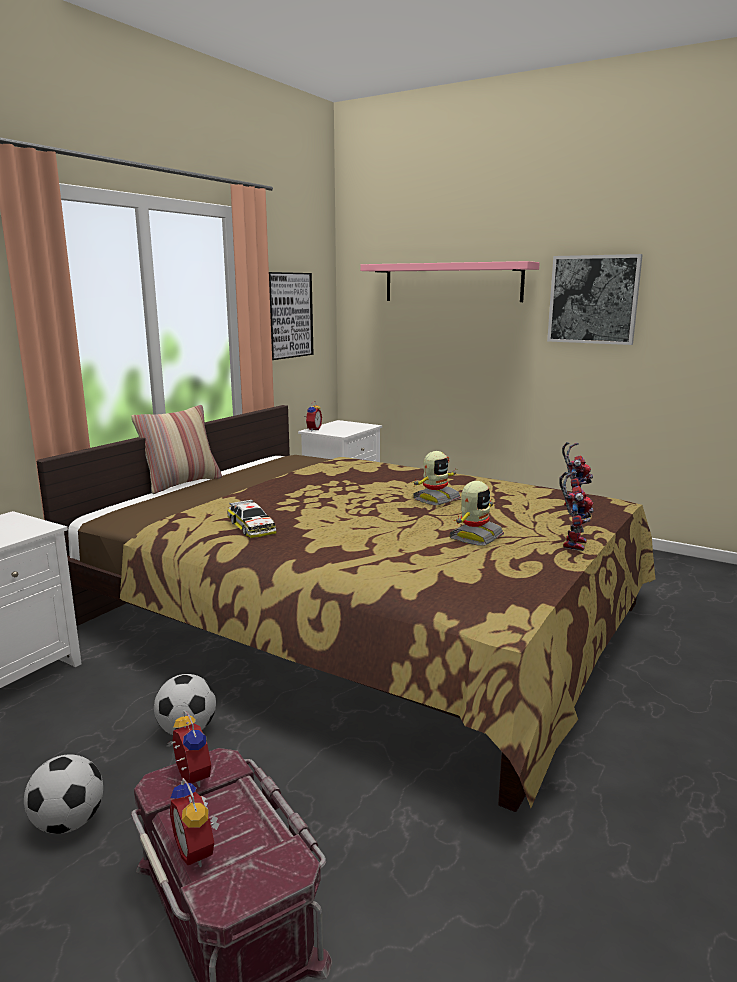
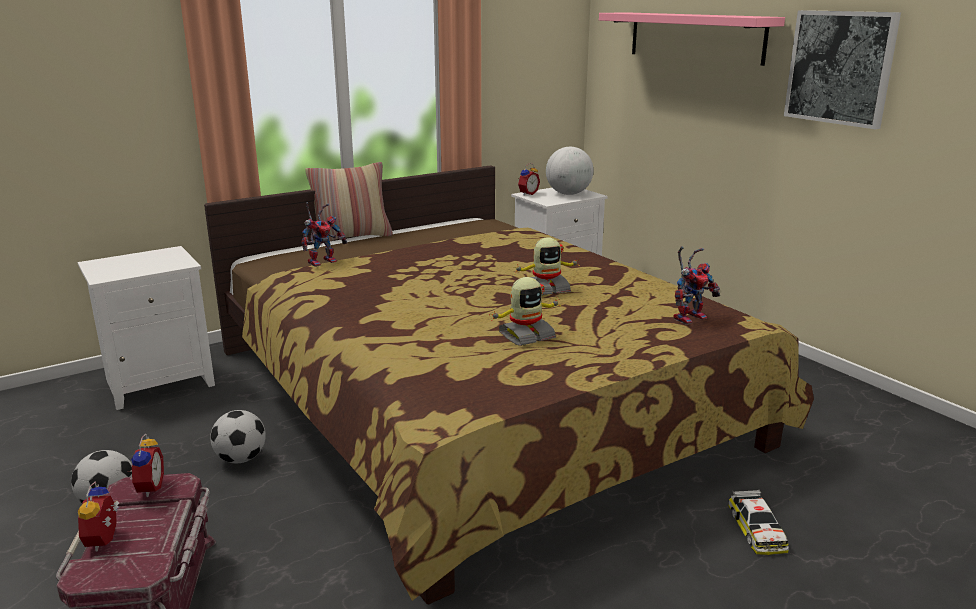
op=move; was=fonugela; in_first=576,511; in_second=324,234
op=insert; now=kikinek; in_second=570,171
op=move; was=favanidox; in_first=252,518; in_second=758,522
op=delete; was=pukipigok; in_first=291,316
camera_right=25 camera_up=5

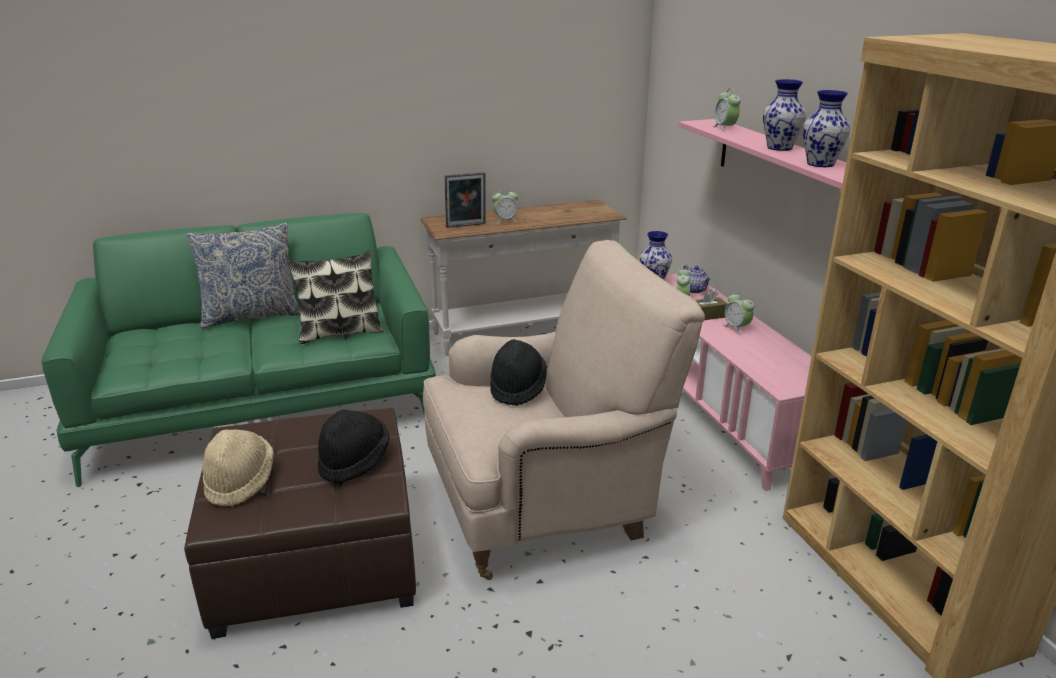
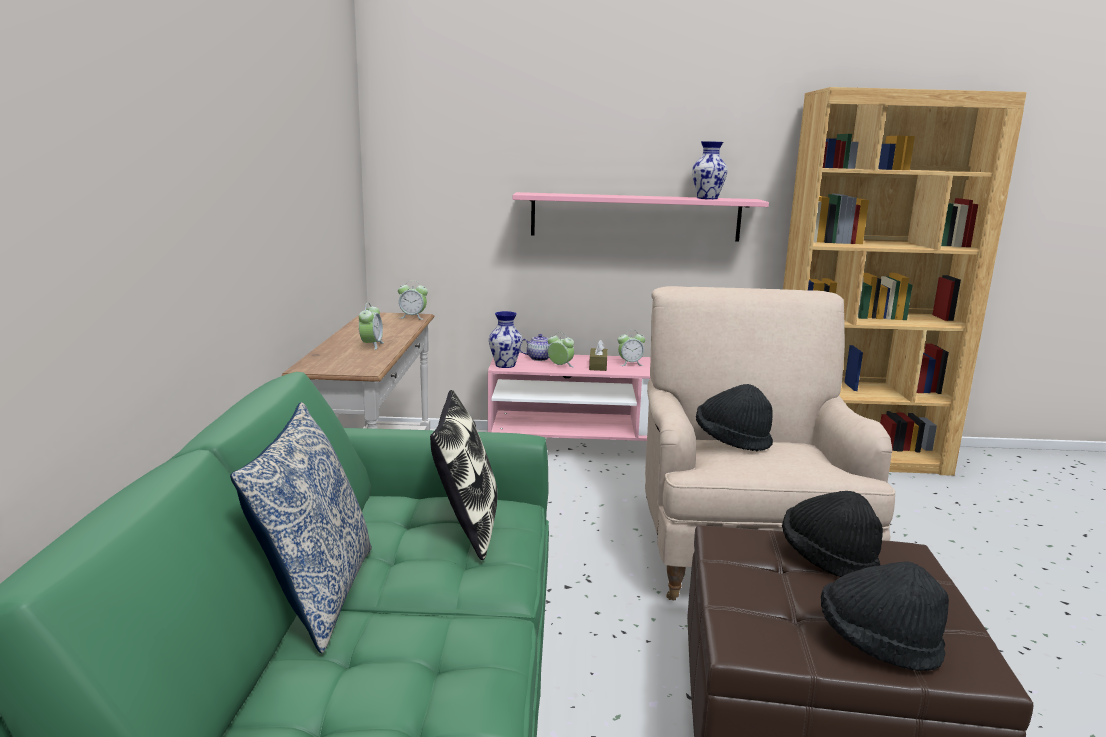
op=move; was=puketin; in_first=727,109; in_second=413,300
op=recolor; was=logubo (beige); now=logubo (black); in_first=238,468; in_second=885,616
op=delete; was=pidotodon; in_first=465,200
op=delete; was=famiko; in_first=784,115
camera_right=-70 camera_up=-10

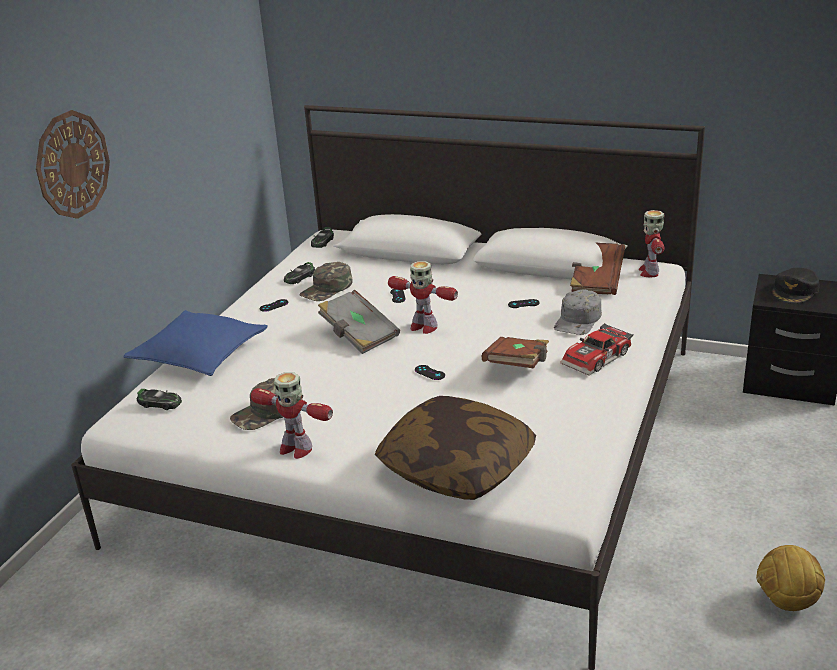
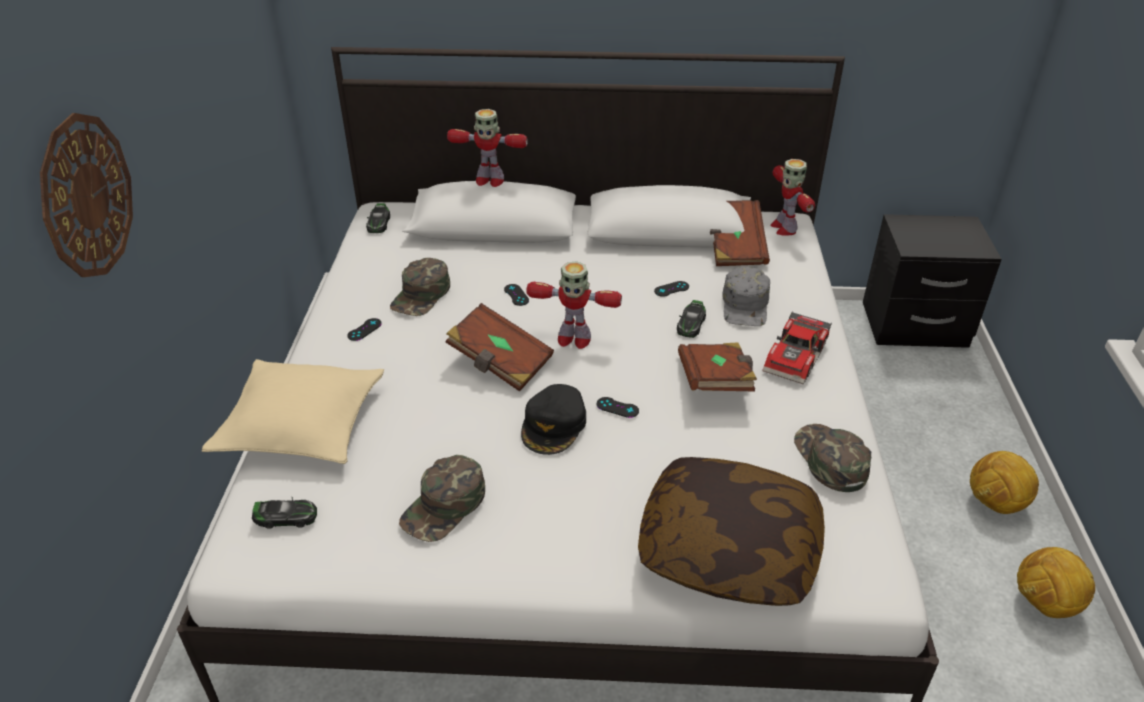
op=recolor; was=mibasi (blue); now=mibasi (beige); in_first=195,343; in_second=293,411
op=recolor; was=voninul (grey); now=voninul (brown); in_first=359,322; in_second=499,347
op=move; was=fonugela; in_first=292,415; in_second=487,148
op=move; was=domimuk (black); in_first=796,286; in_second=553,419
op=move; was=favanidox; in_first=299,273; in_second=691,319
op=insert; now=domimuk (green); in_second=832,458
op=insert; now=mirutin; in_second=1004,482
camera_right=-20 camera_up=10

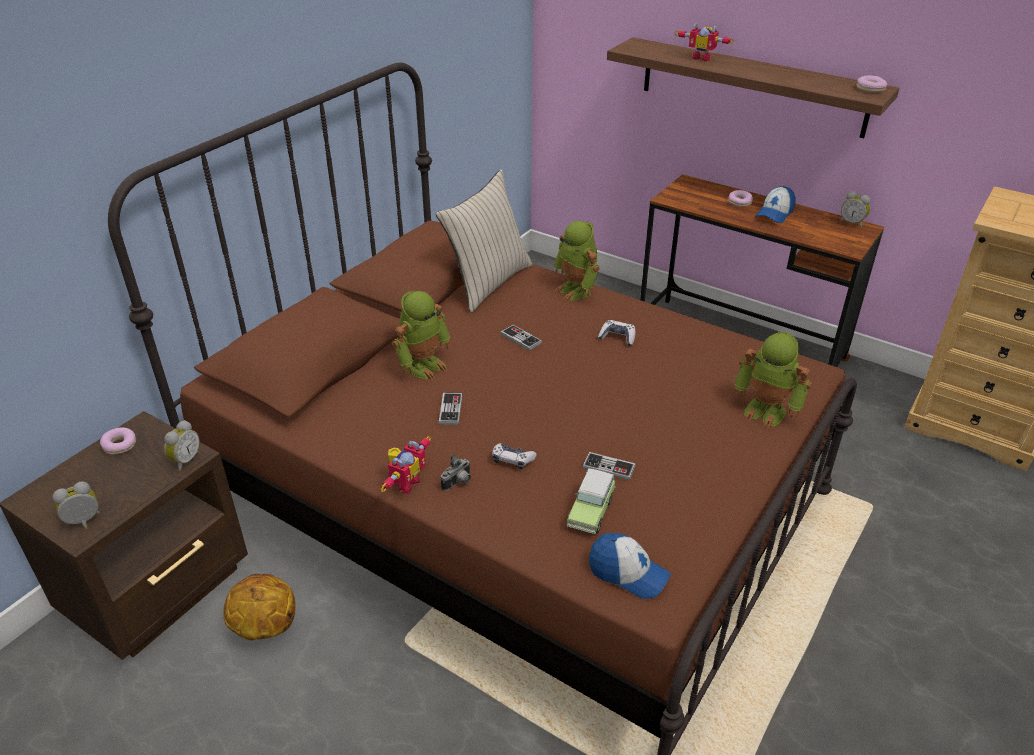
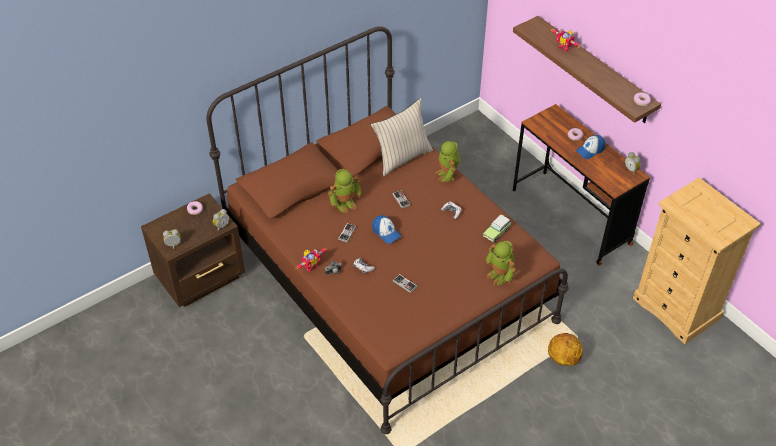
op=move; was=domimuk; in_first=630,566; in_second=387,229
op=move; was=favanidox; in_first=591,501; in_second=497,228
op=move; was=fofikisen; in_first=259,607; in_second=565,349
camera_right=20 camera_up=10

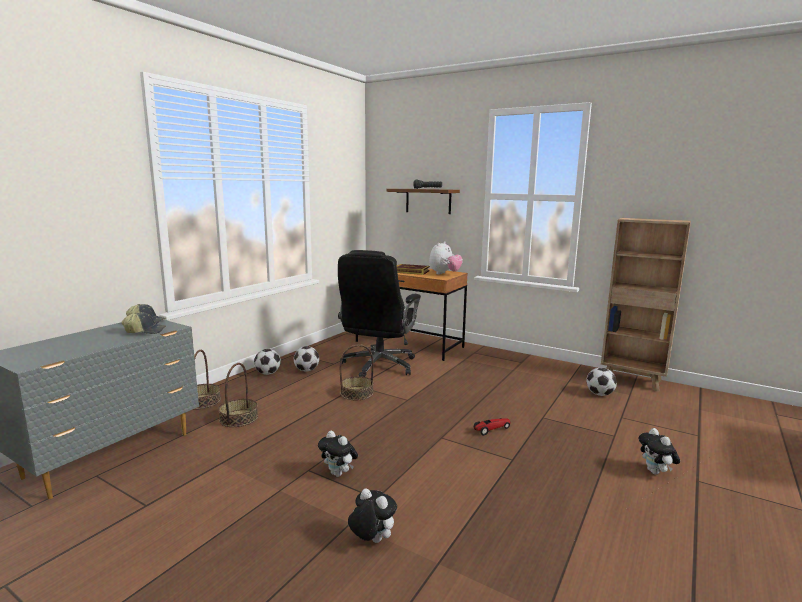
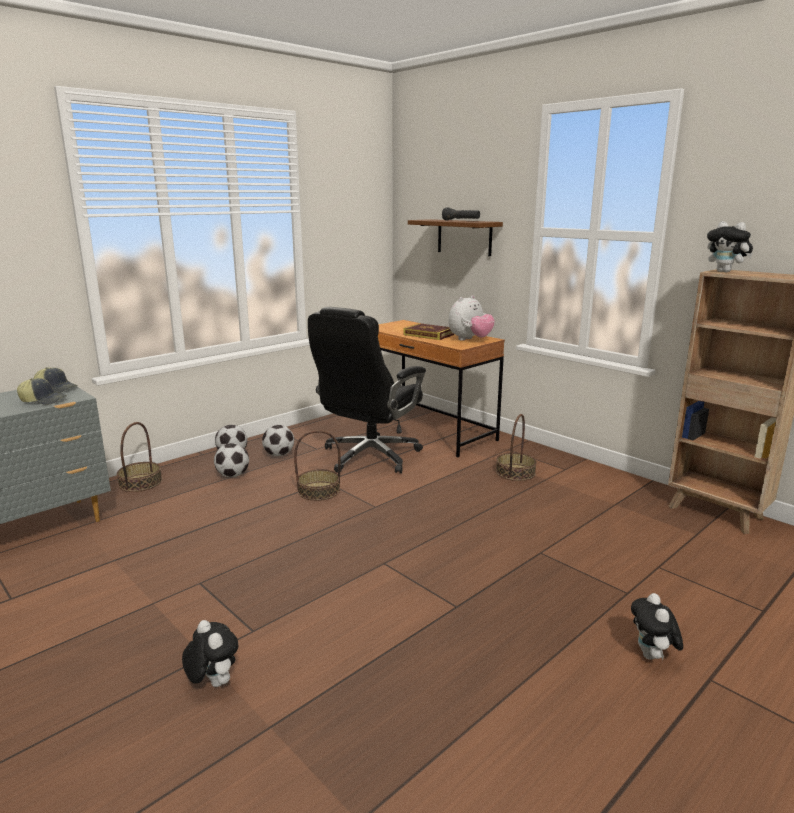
op=move; was=mirutin; in_first=602,382; in_second=231,460
op=move; was=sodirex; in_first=238,395; in_second=516,447
op=move; was=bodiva; in_first=338,454; in_second=730,246
op=delete; was=favanidox; in_first=492,427
camera_right=15 camera_up=5

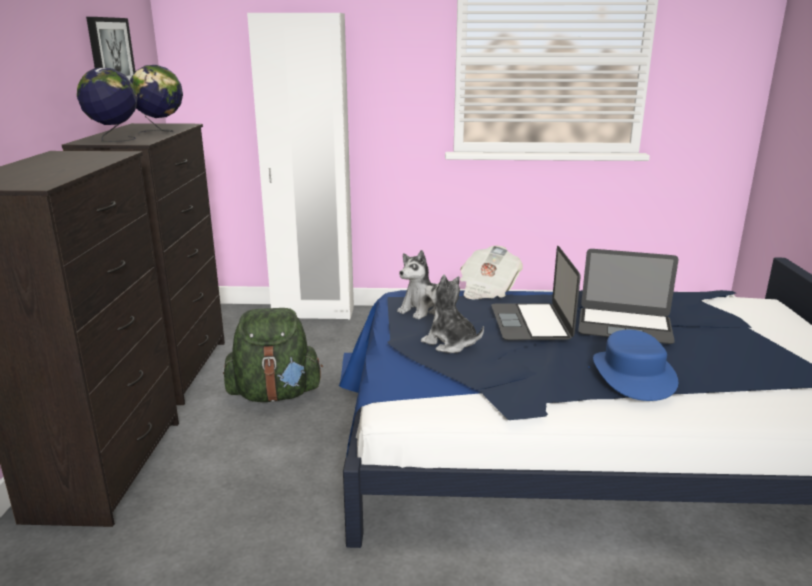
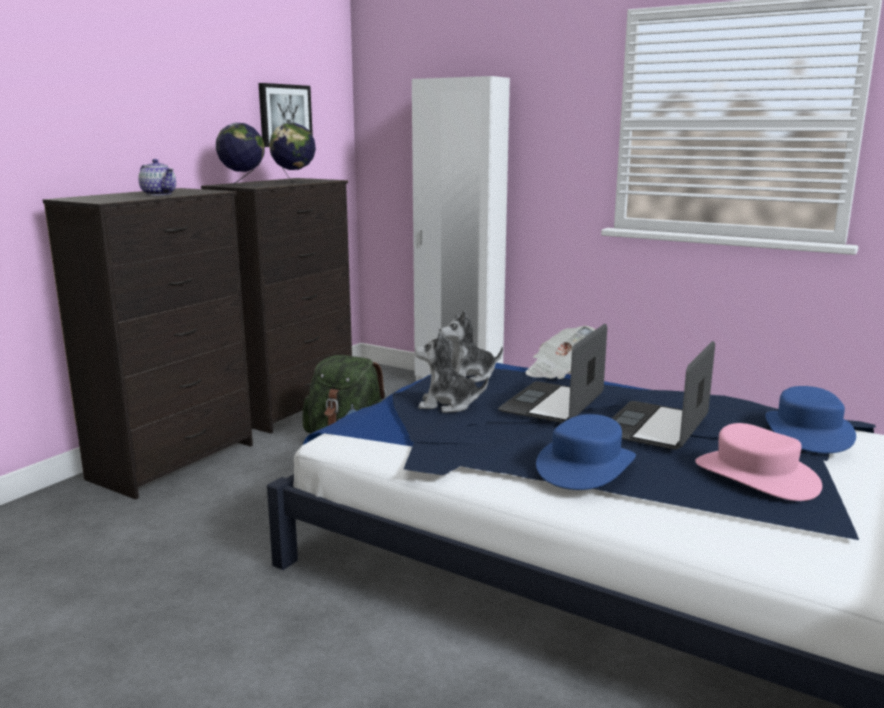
op=insert; now=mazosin; in_second=157,177
op=rotate; was=bodiva; in_first=452,313; in_second=452,372; clockwise=-60
op=rotate; was=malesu; in_first=628,296; in_second=663,395; clockwise=75
op=insert; now=logubo (pink); in_second=758,462
op=insert; now=logubo (blue); in_second=810,419
camera_right=30 camera_up=-5

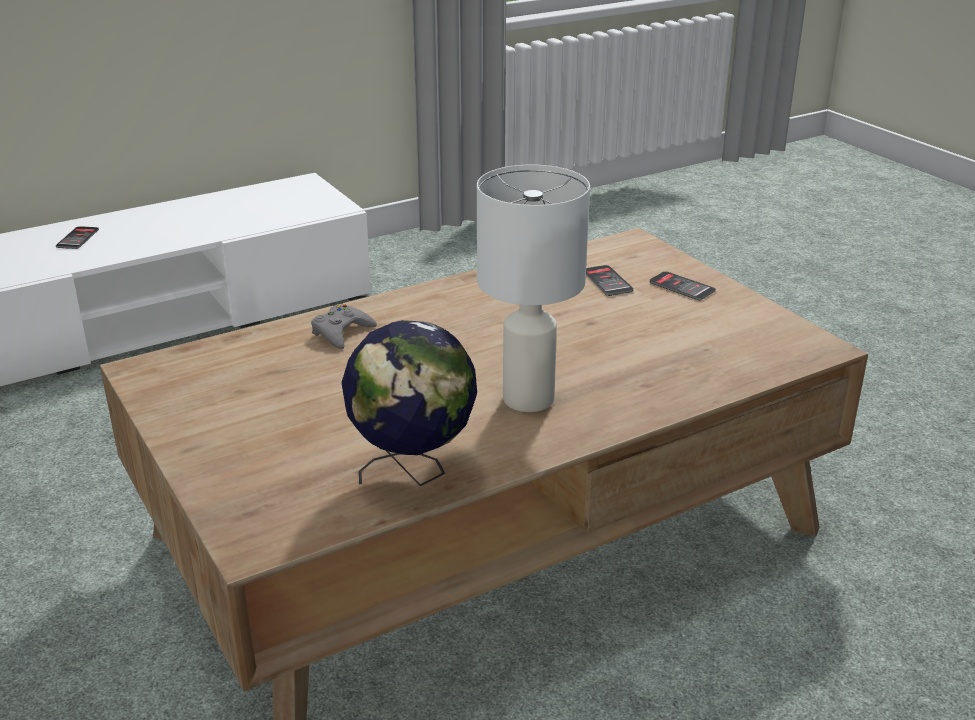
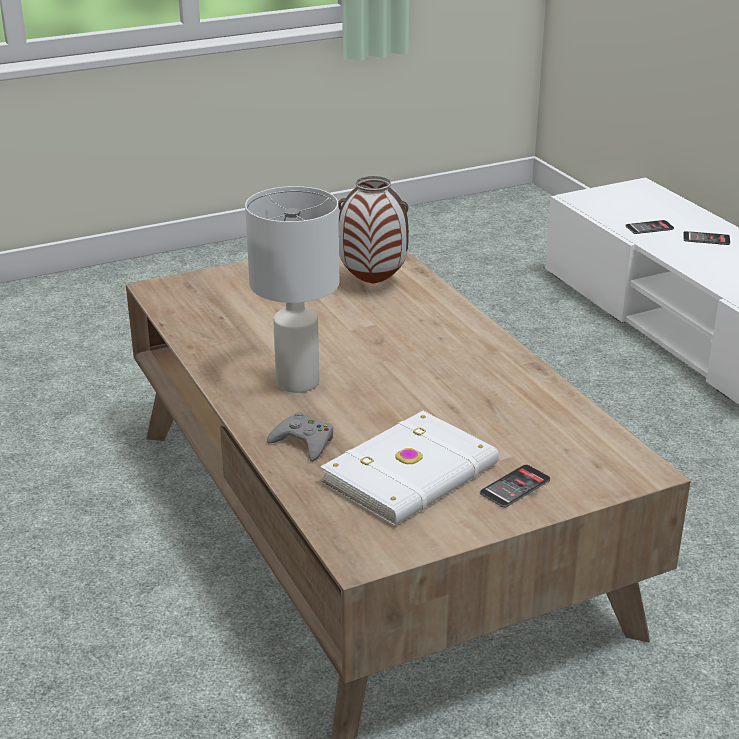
op=move; was=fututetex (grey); in_first=344,327; in_second=300,437
op=insert; now=voninul (white); in_second=409,468
op=insert; now=famiko; in_second=373,230
op=move; was=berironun; in_first=610,280; in_second=650,227
op=delete; was=kikinek; in_first=409,403
camera_right=95 camera_up=0

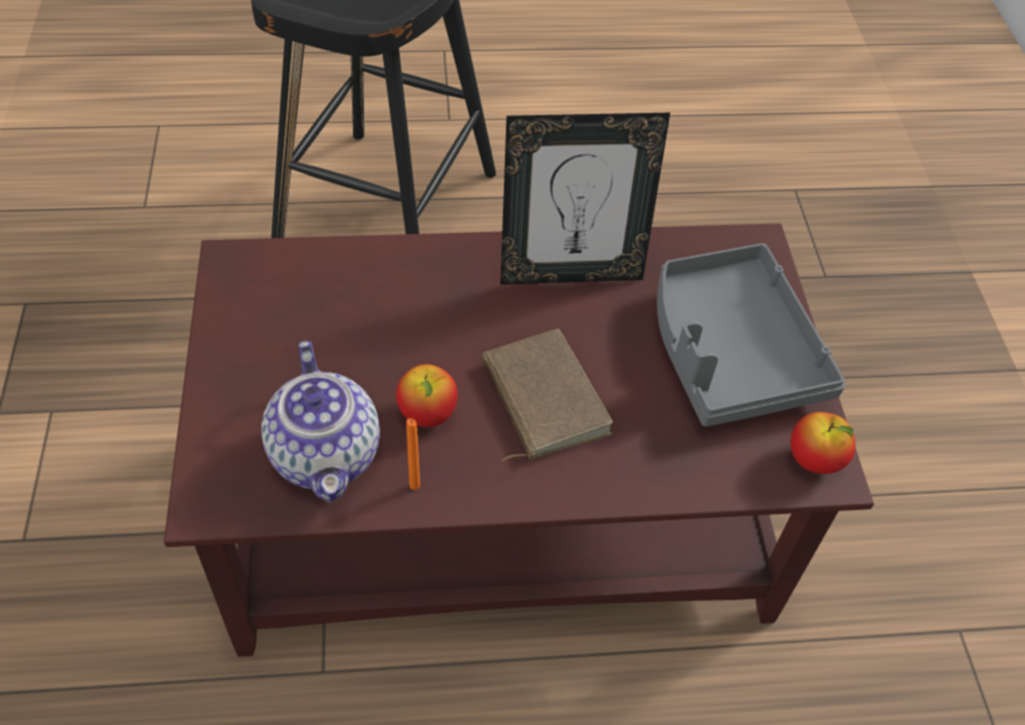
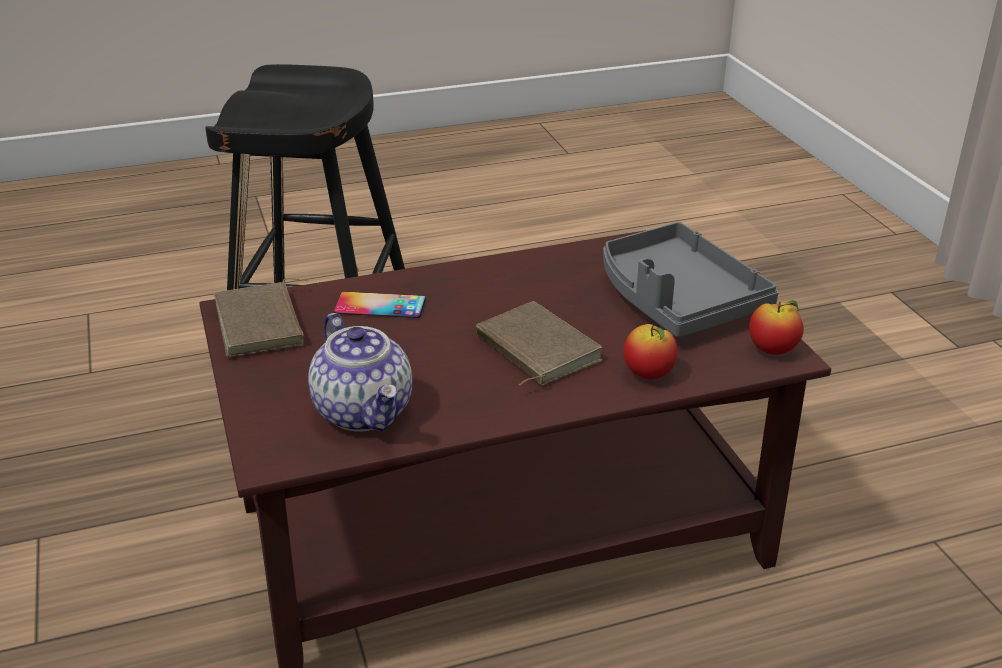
op=insert; now=voninul (brown); in_second=261,317
op=insert; now=berironun; in_second=380,304
op=move; was=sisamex; in_first=427,395; in_second=650,351
op=delete; was=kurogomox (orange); in_first=413,454
op=delete; was=pidotodon; in_first=585,199
camera_right=-10 camera_up=-20

